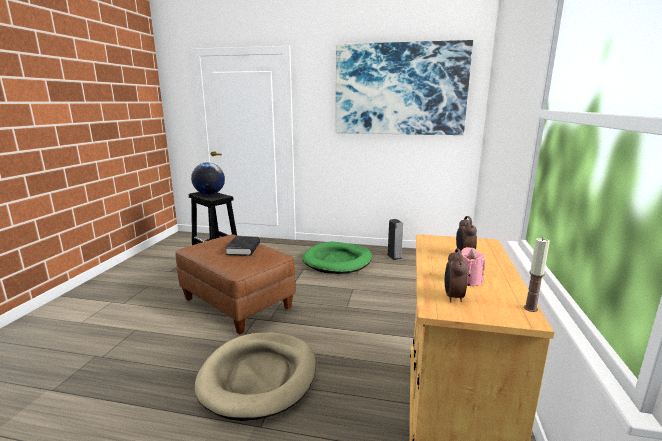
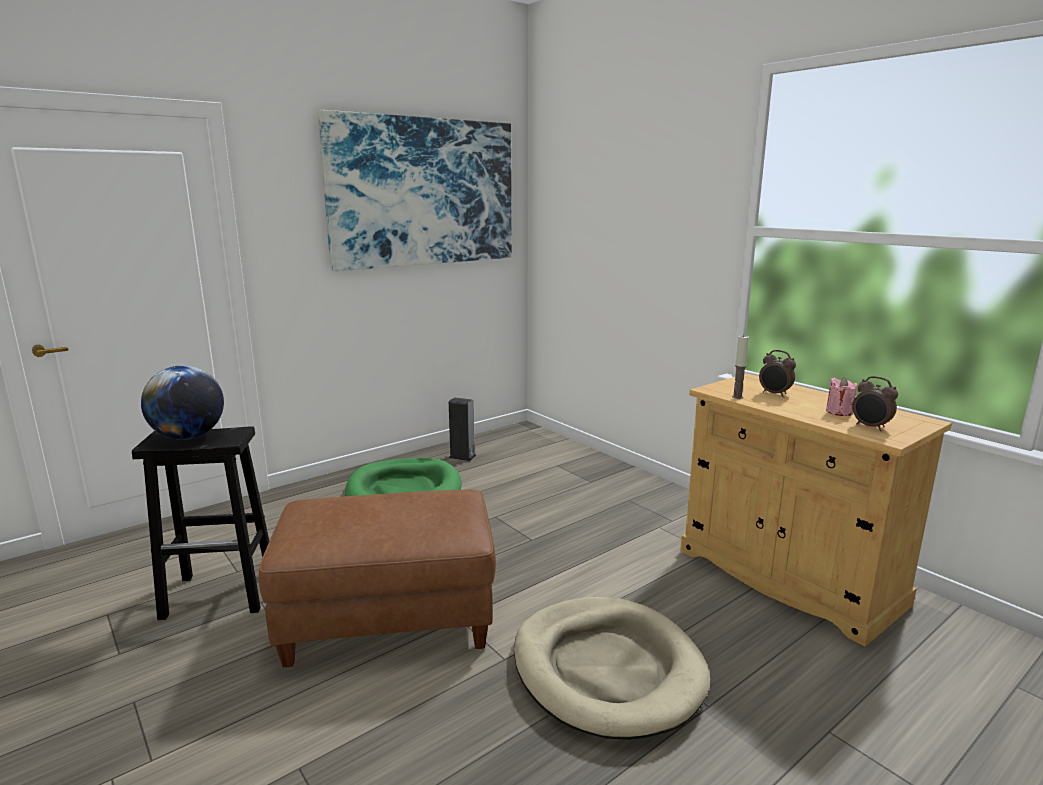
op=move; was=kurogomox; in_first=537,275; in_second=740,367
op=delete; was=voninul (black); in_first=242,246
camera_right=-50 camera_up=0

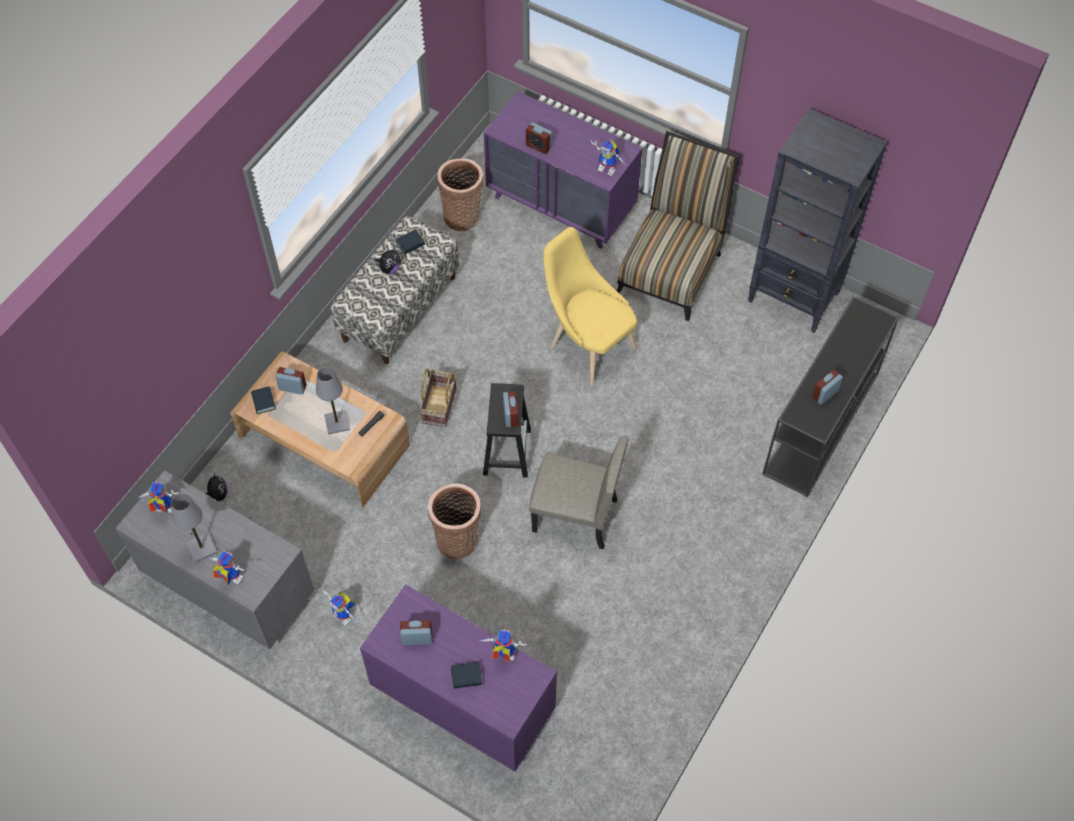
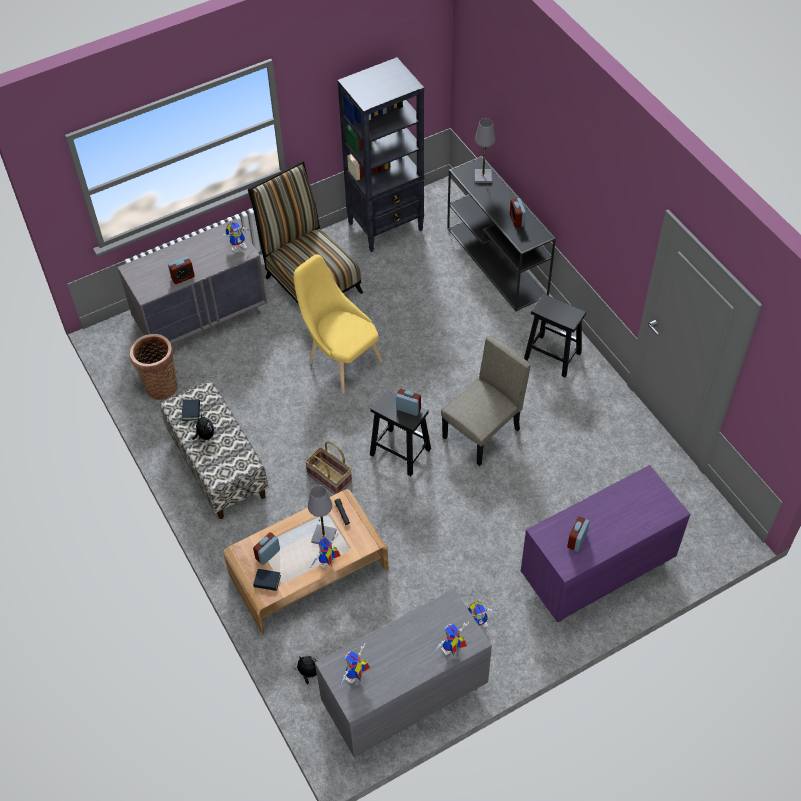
op=recolor; was=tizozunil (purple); now=tizozunil (grey); in_first=563,170; in_second=192,282
op=rotate; was=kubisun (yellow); in_first=590,306; in_second=338,323; clockwise=60
op=move; was=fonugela; in_first=503,646; in_second=325,551
op=move; was=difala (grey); in_first=194,528; in_second=485,150
op=insert; now=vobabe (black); in_second=555,336
op=delete; was=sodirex; in_first=454,521
op=delete; was=voninul; in_first=466,675
camera_right=-60 camera_up=-5

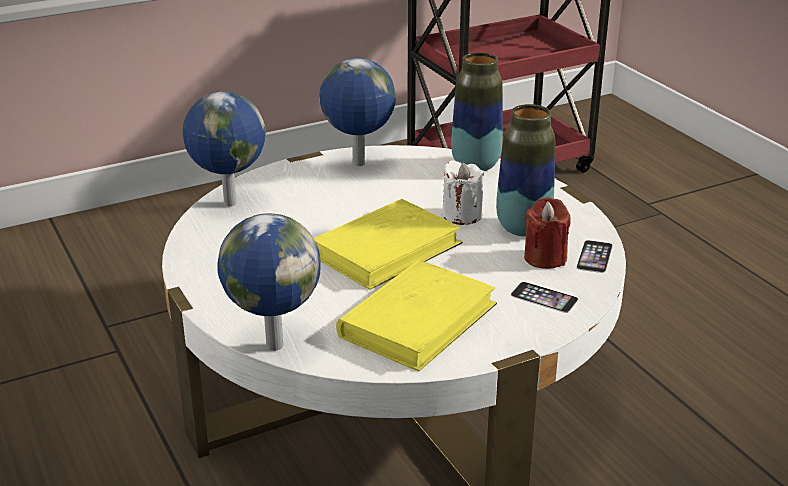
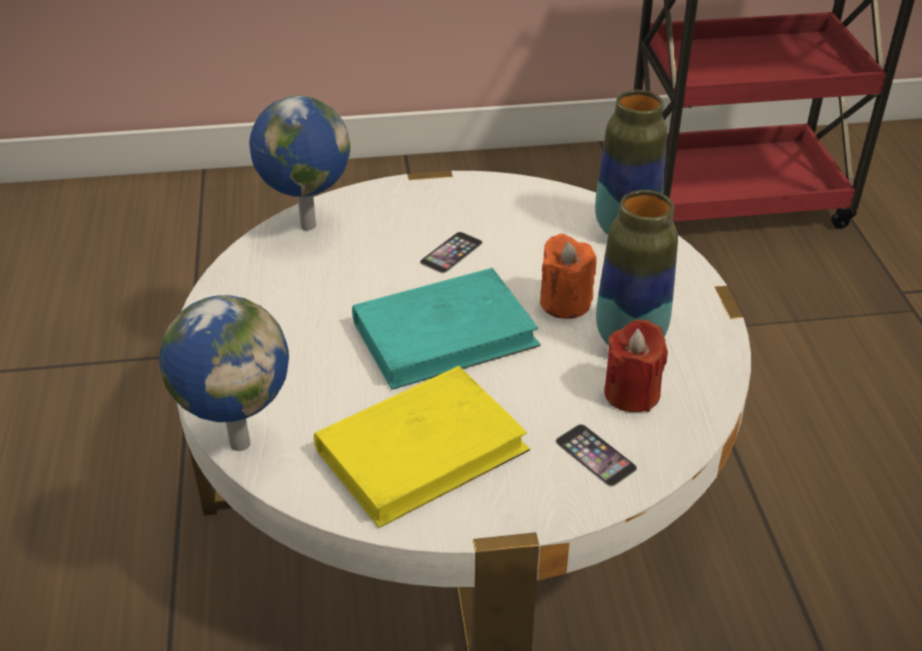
op=recolor; was=voninul (yellow); now=voninul (turquoise); in_first=387,244; in_second=446,329
op=move; was=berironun; in_first=594,256; in_second=451,252
op=recolor; was=kurogomox (white); now=kurogomox (orange); in_first=463,192; in_second=568,276
op=delete; was=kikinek; in_first=357,112
camera_right=20 camera_up=10

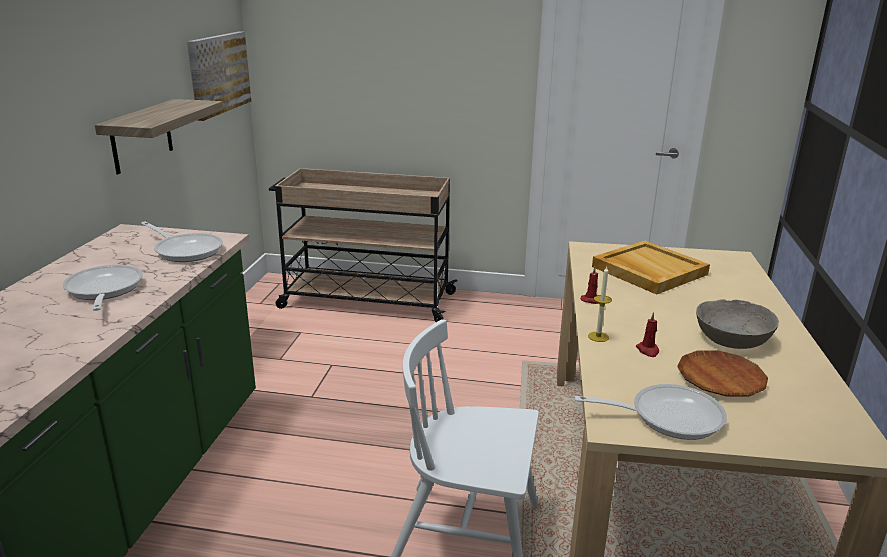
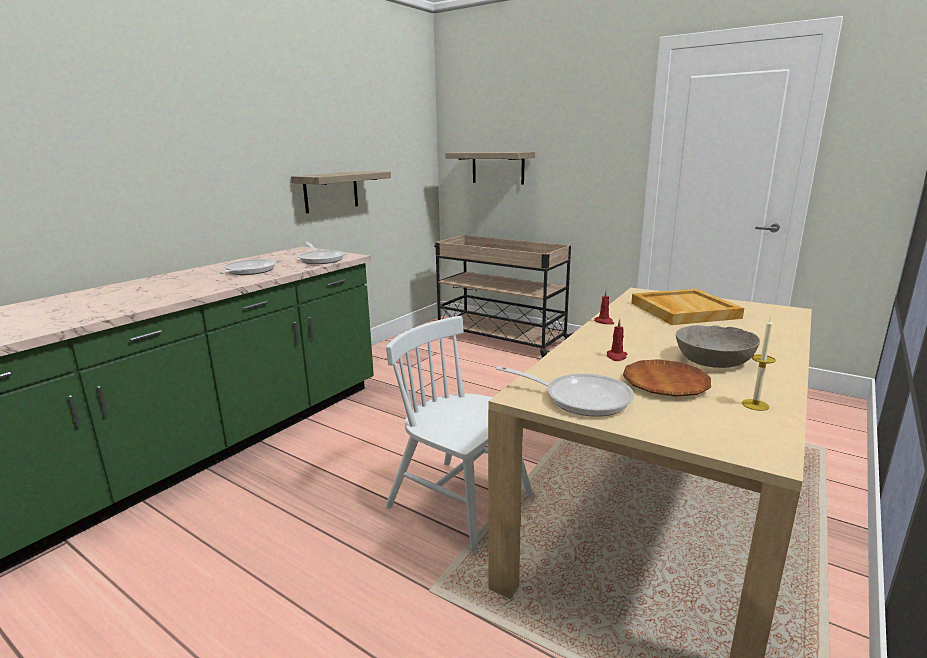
op=insert; now=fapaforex; in_second=490,168
op=move; was=kurogomox; in_first=600,304; in_second=759,364
op=delete; was=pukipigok; in_first=219,76
camera_right=25 camera_up=-5

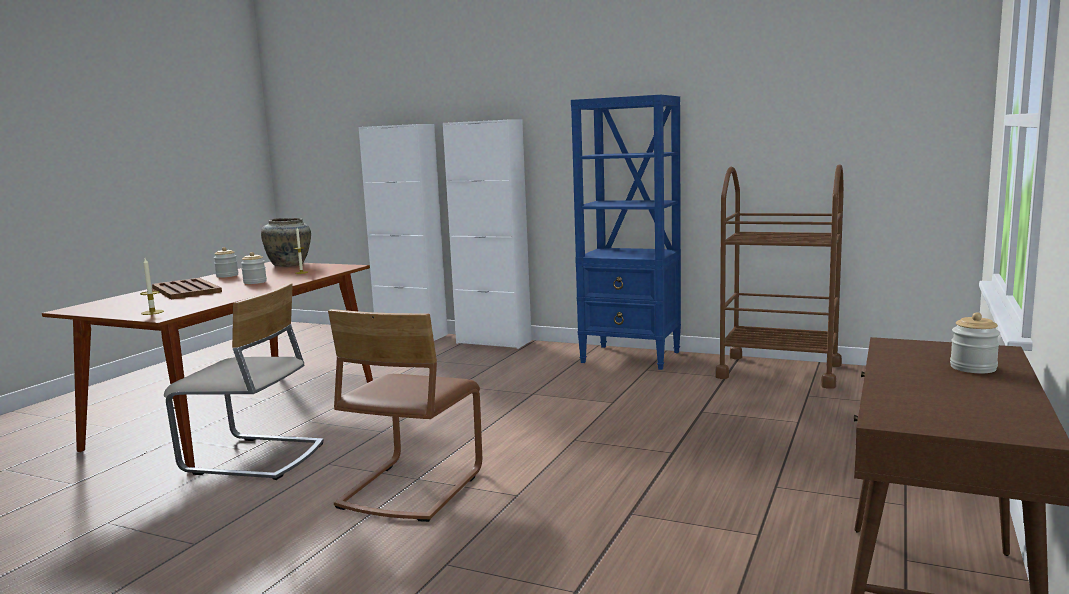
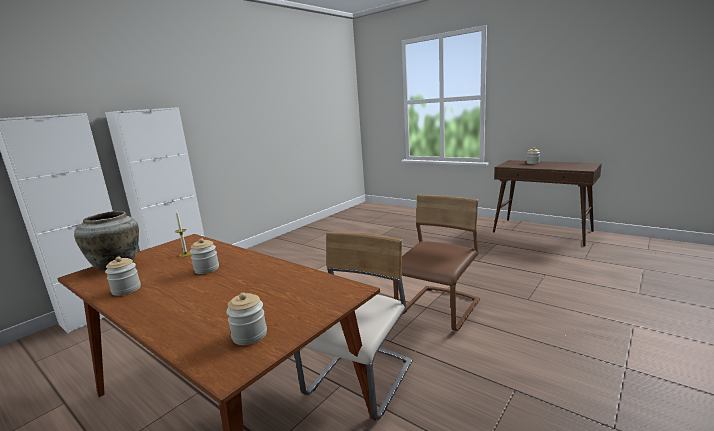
op=insert; now=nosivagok; in_second=246,319
op=rotate; was=kubisun (brown); in_first=405,415; in_second=436,263; clockwise=-90
op=delete; was=kurogomox; in_first=152,286
op=delete; was=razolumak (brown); in_first=187,288
op=delete; was=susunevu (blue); in_first=626,232
op=delete; was=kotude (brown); in_first=779,276
camera_right=-75 camera_up=5

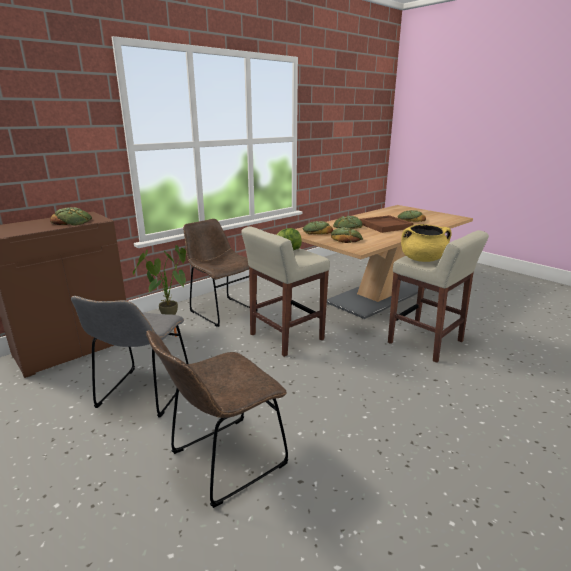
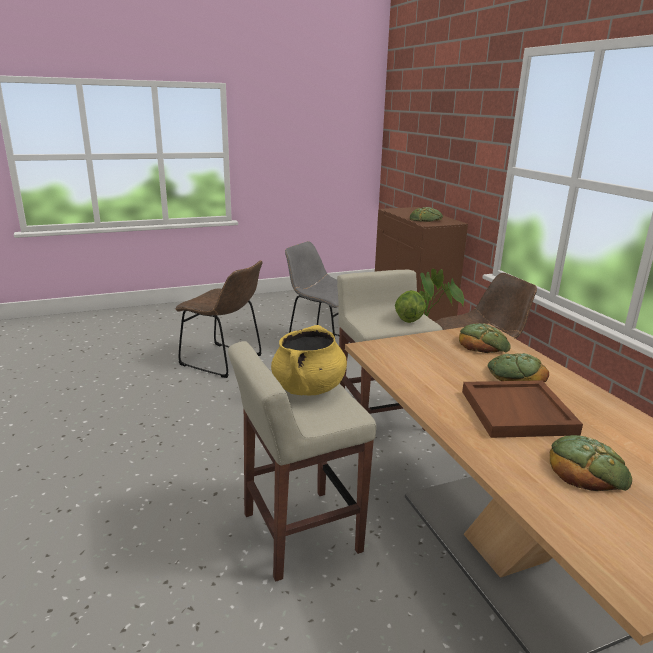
op=rotate; was=kubisun (brown); in_first=217,419; in_second=218,319; clockwise=135
op=delete; was=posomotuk; in_first=347,235
camera_right=110 camera_up=0

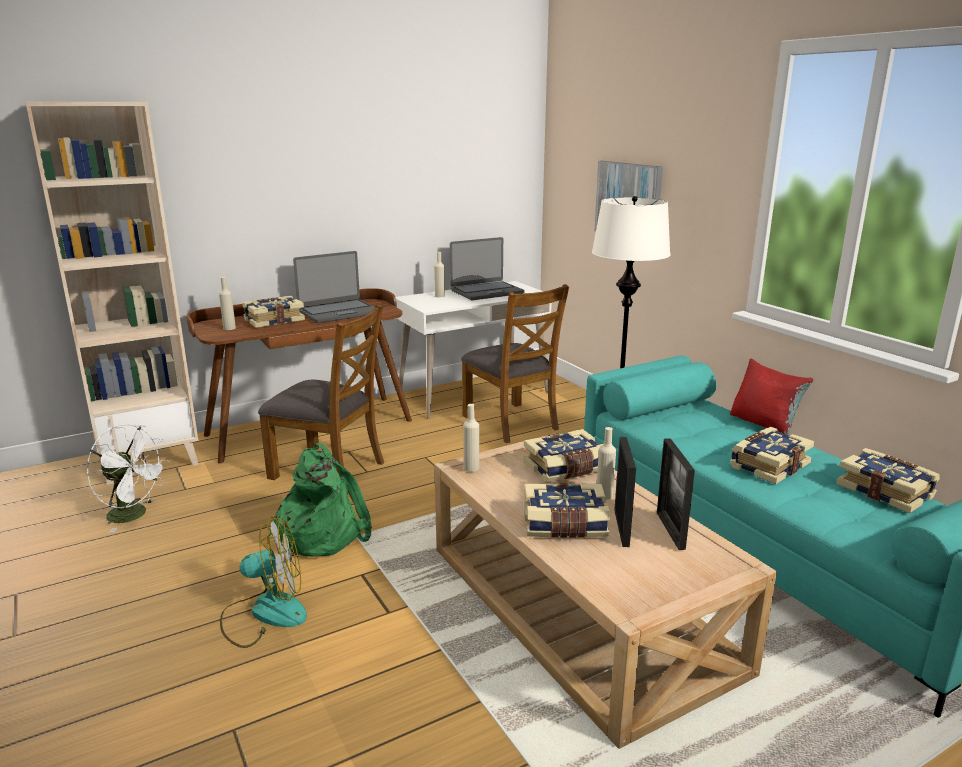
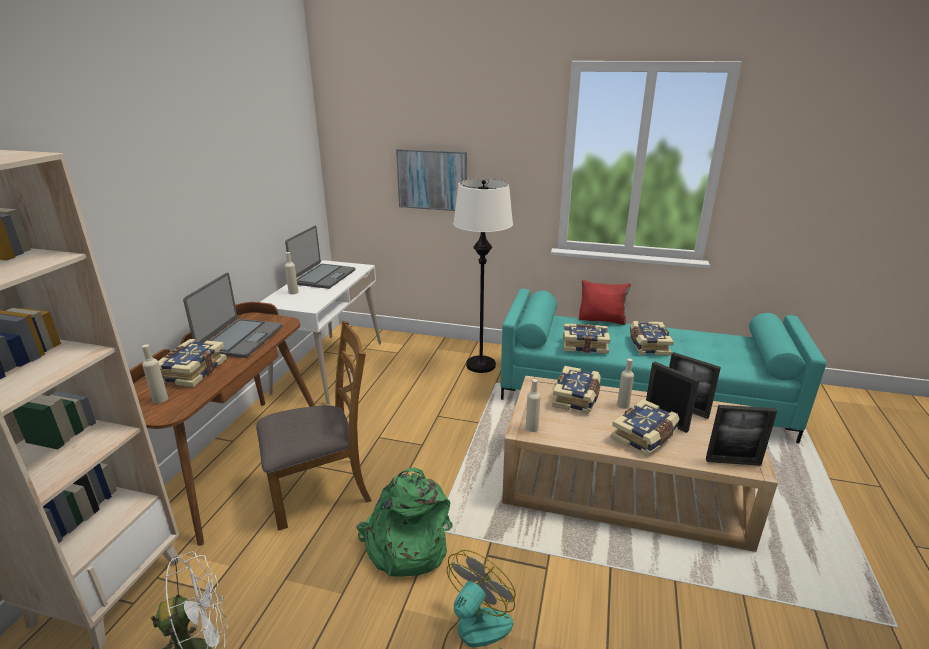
op=move; was=voninul; in_first=888,480; in_second=586,339
op=insert; now=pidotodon; in_second=741,435
op=delete; was=kubisun (brown); in_first=515,363
camera_right=-45 camera_up=5

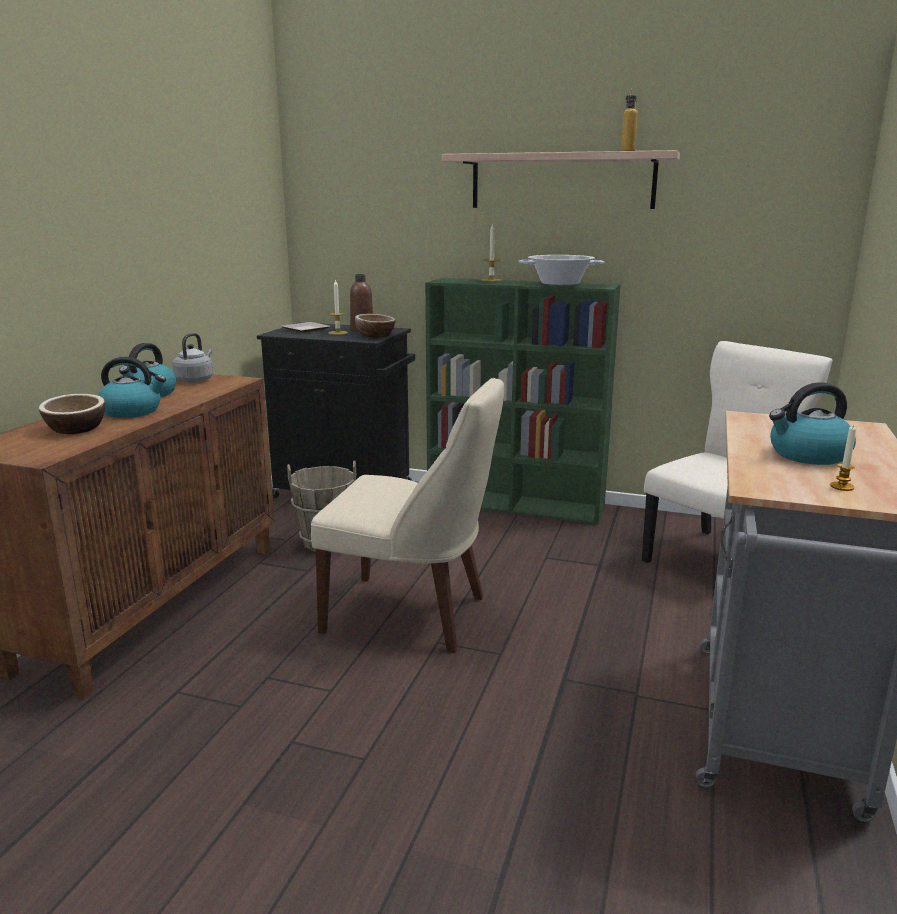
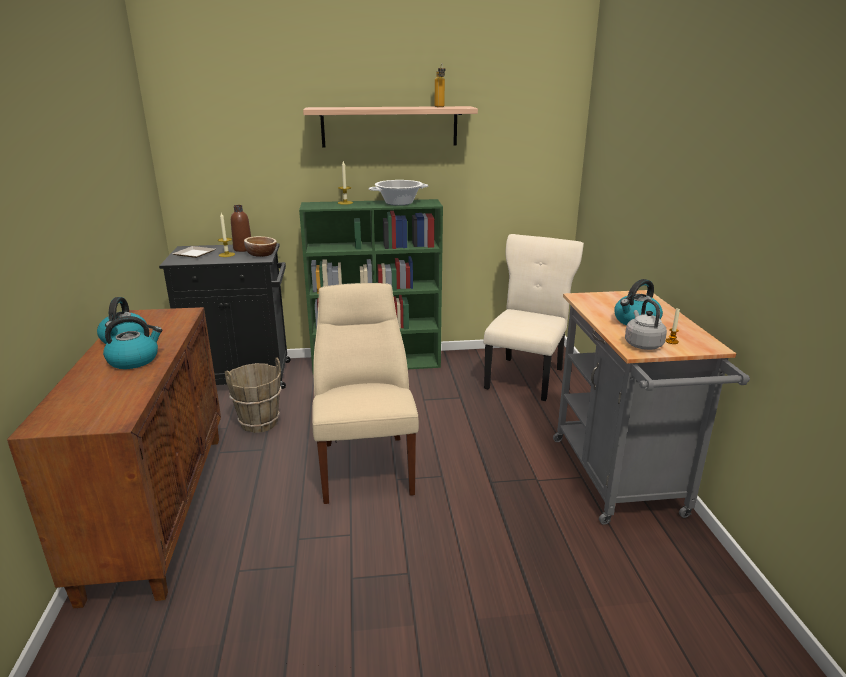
op=rotate; was=kubisun (beige); in_first=407,515; in_second=365,393; clockwise=-90
op=move; was=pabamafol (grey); in_first=192,358; in_second=646,324
op=delete; was=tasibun; in_first=72,414
camera_right=-25 camera_up=5

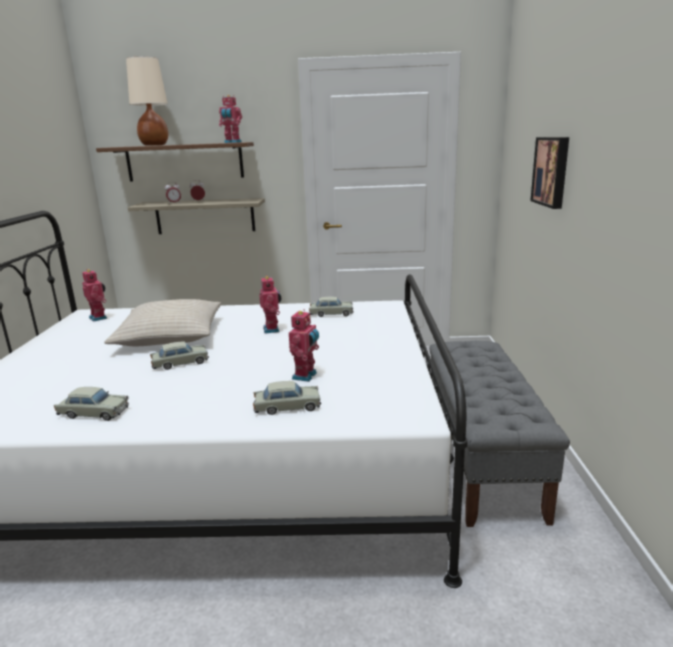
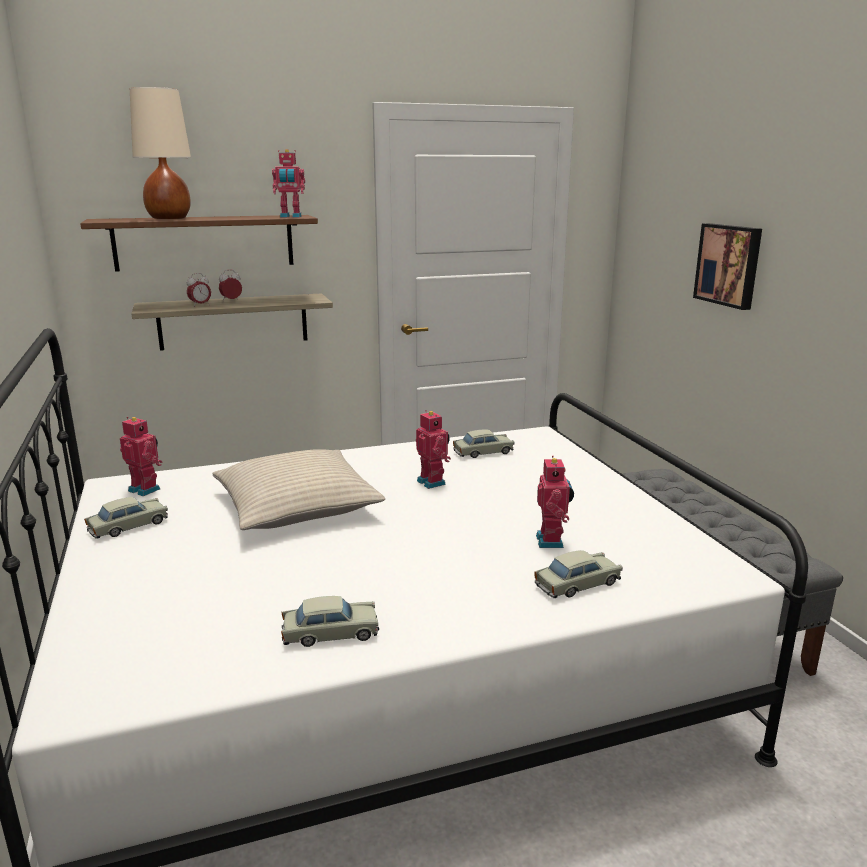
op=move; was=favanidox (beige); in_first=179,356; in_second=126,518
camera_right=-20 camera_up=0

